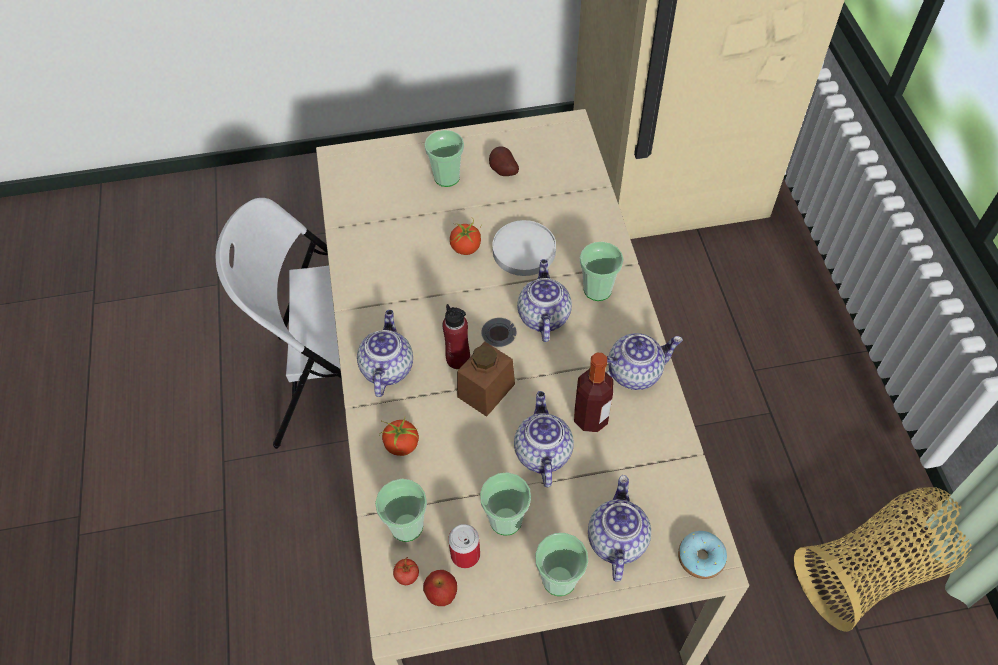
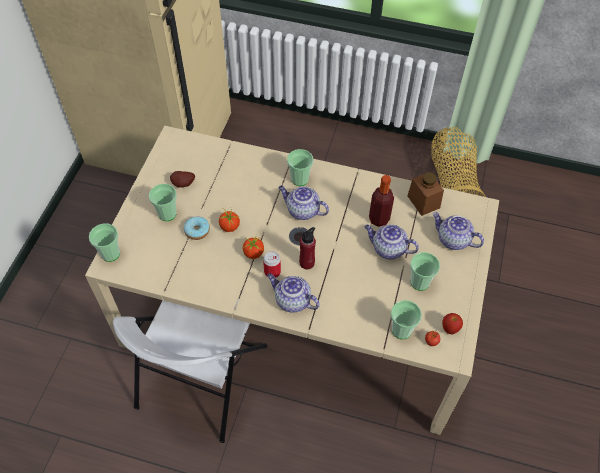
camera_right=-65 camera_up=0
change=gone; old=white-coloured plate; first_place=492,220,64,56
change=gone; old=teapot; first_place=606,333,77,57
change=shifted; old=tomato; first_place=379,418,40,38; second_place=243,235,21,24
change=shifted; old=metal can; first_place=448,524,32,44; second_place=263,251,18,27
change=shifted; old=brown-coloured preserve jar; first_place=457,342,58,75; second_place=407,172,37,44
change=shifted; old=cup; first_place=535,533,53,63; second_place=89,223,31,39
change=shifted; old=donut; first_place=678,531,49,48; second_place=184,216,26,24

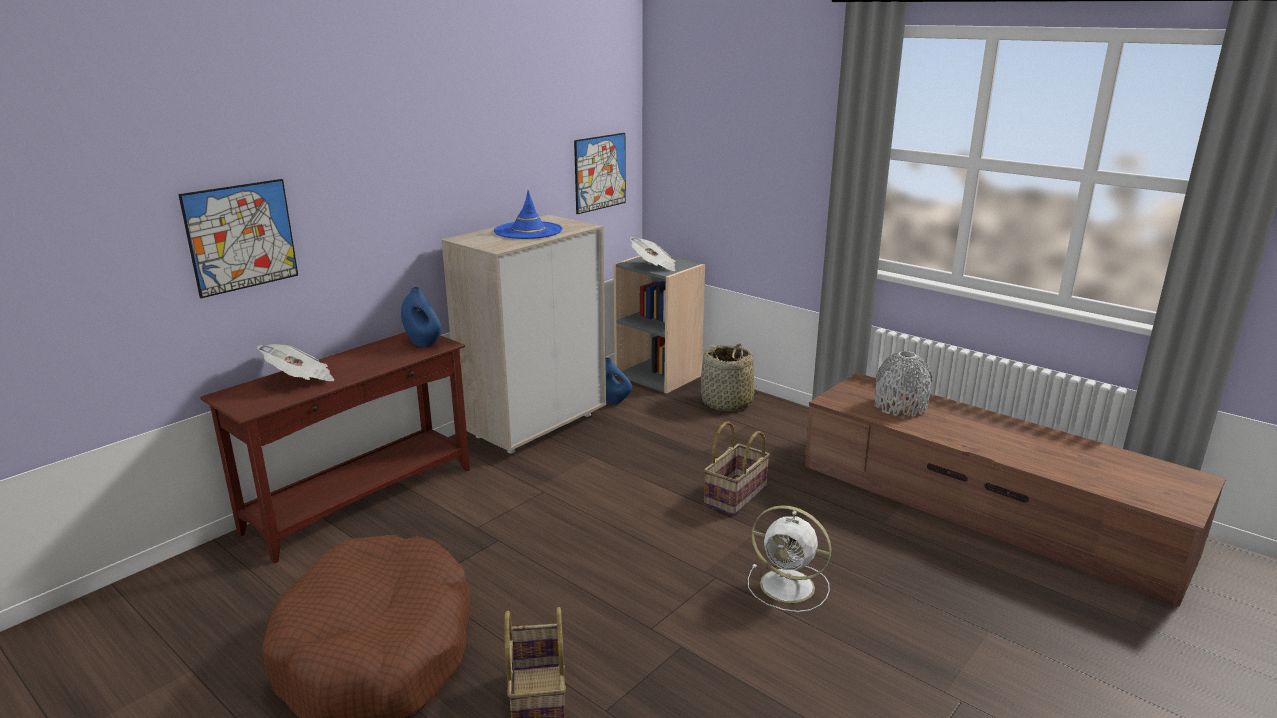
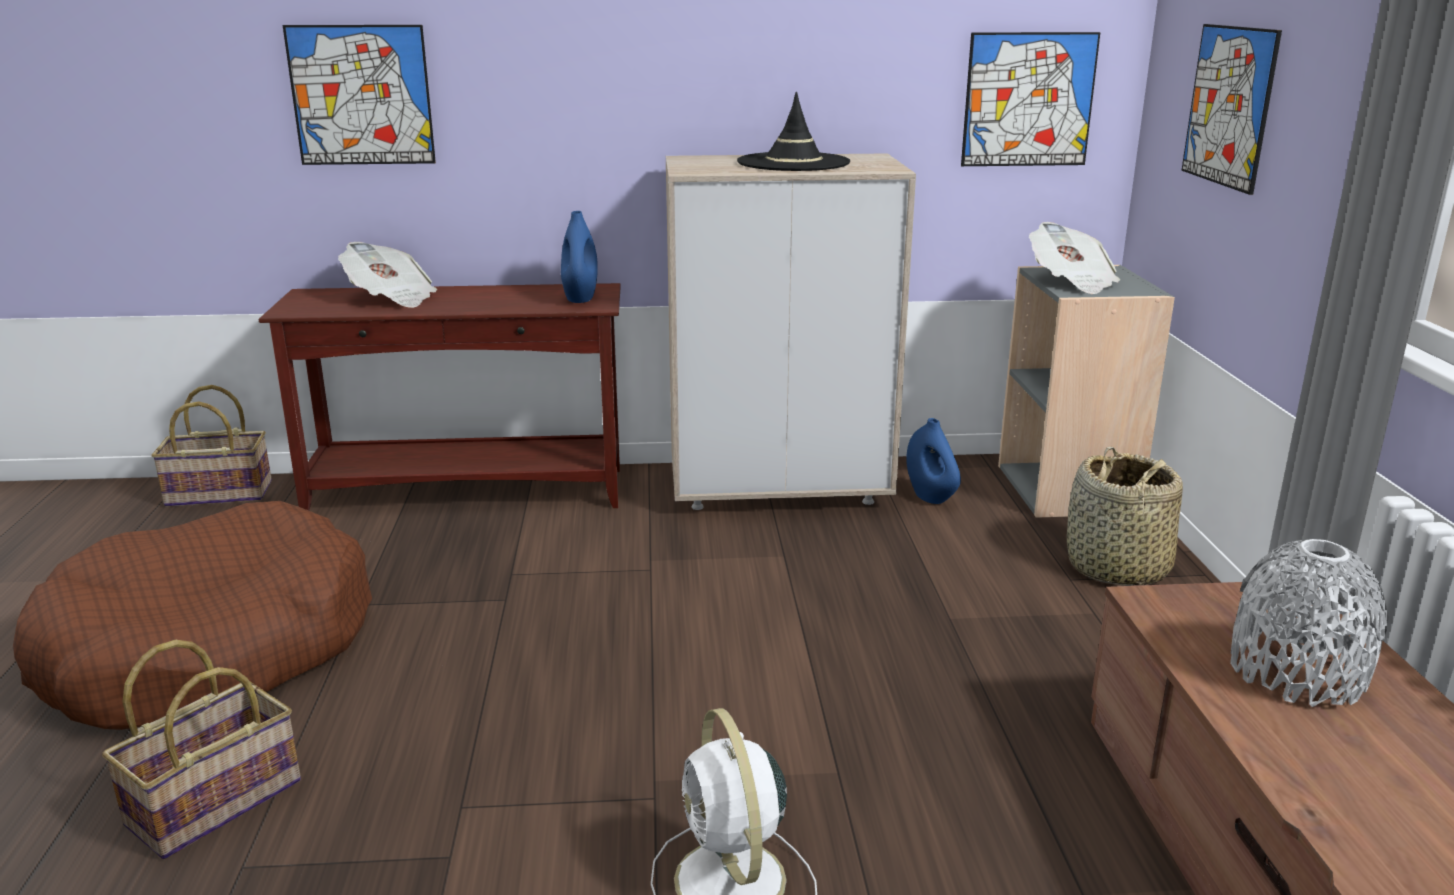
camera_right=45 camera_up=0
change=new; new=wall art; second_place=1181,24,101,171
change=shifted; old=household basket; first_place=704,422,66,93; second_place=152,385,120,122
change=repainted; old=blue wearable hat; new=black wearable hat; first_place=494,190,68,49; second_place=737,92,113,79

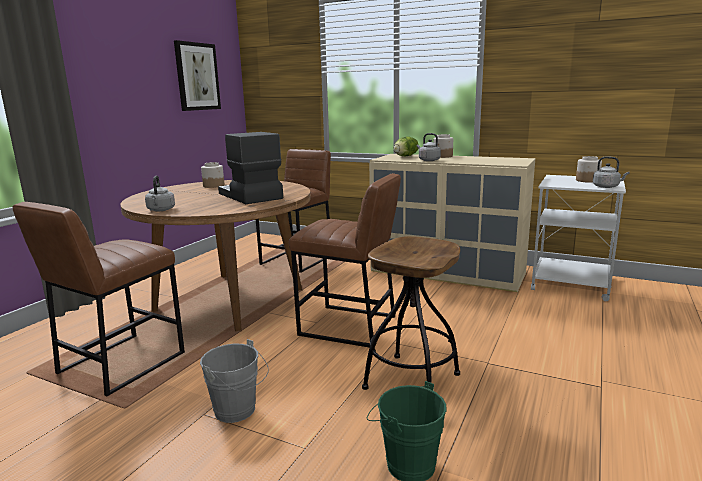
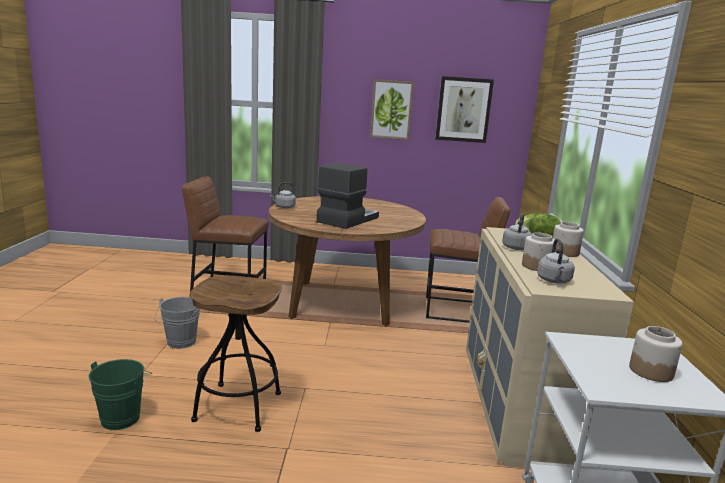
camera_right=65 camera_up=0
change=gone; old=brown-coloured chair; first_place=289,173,112,175
change=new; new=wall art; second_place=370,79,44,61
change=shifted; old=preserve jar; first_place=201,162,23,26; second_place=522,232,35,39
change=shifted; old=greyish tea kettle; first_place=593,156,37,32; second_place=537,239,38,45

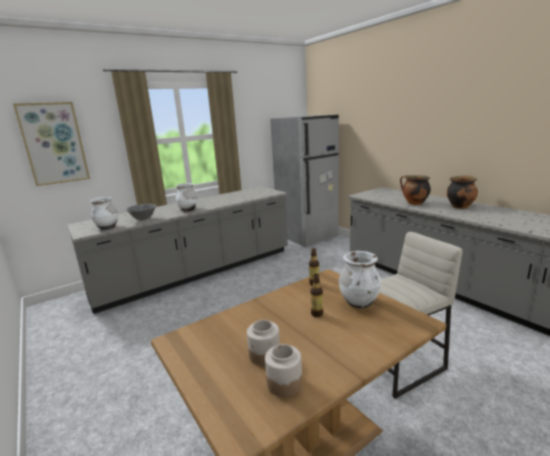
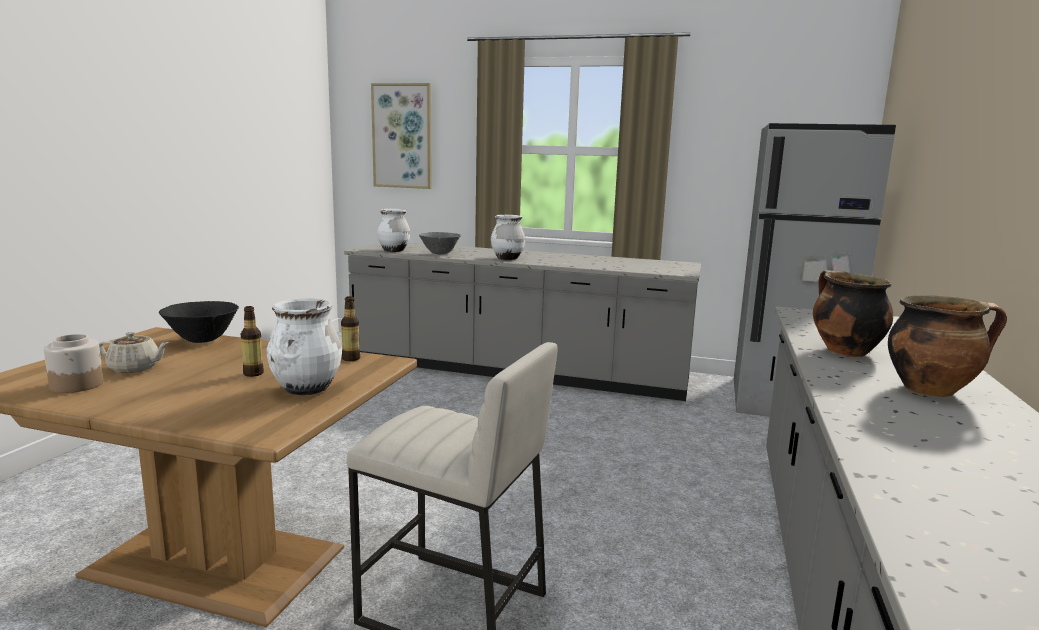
camera_right=50 camera_up=-5
change=new; new=black deep dish; second_place=159,301,80,42
change=swapped; old=preserve jar; new=sand-coloured teapot; first_place=247,320,33,46; second_place=99,332,71,41

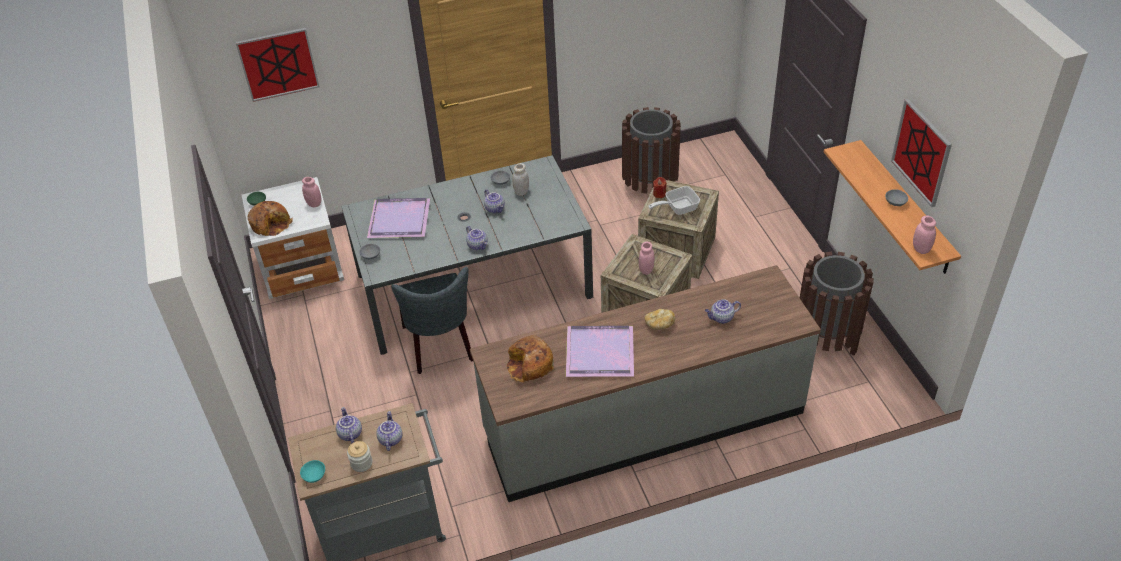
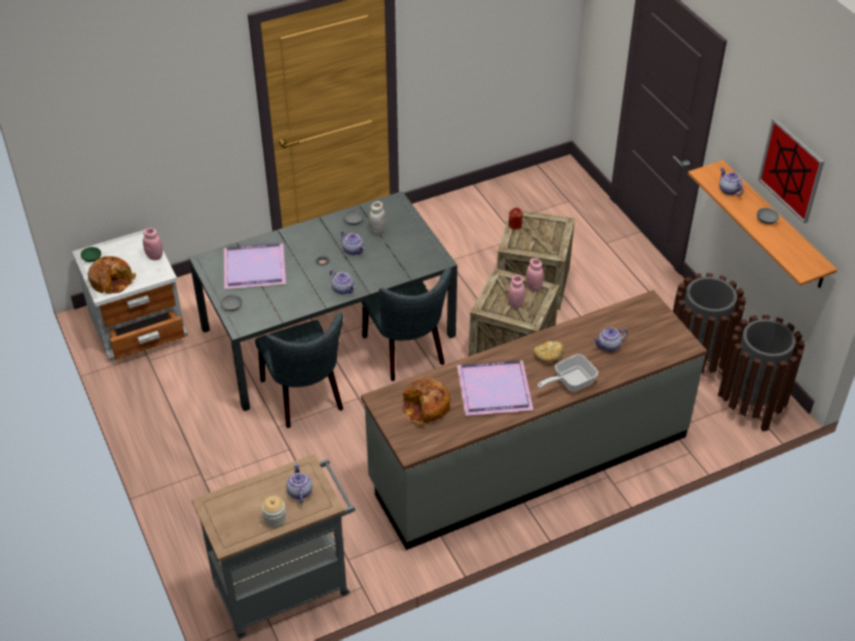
camera_right=-10 camera_up=0
change=gone; old=wall art; first_place=236,28,84,74
change=gone; old=turquoise-coloured deep dish; first_place=300,460,25,23
change=new; new=greyish chair; second_place=362,266,90,115
change=shifted; old=teapot; first_place=336,407,26,37; second_place=719,167,25,28
change=shifted; old=brown-coloured trash can; first_place=622,107,59,87; second_place=718,315,87,117
change=shifted; old=skillet; first_place=648,186,52,29; second_place=538,354,60,38
change=shifted; old=pink-coloured preserve jar; first_place=913,216,23,38; second_place=526,258,18,34

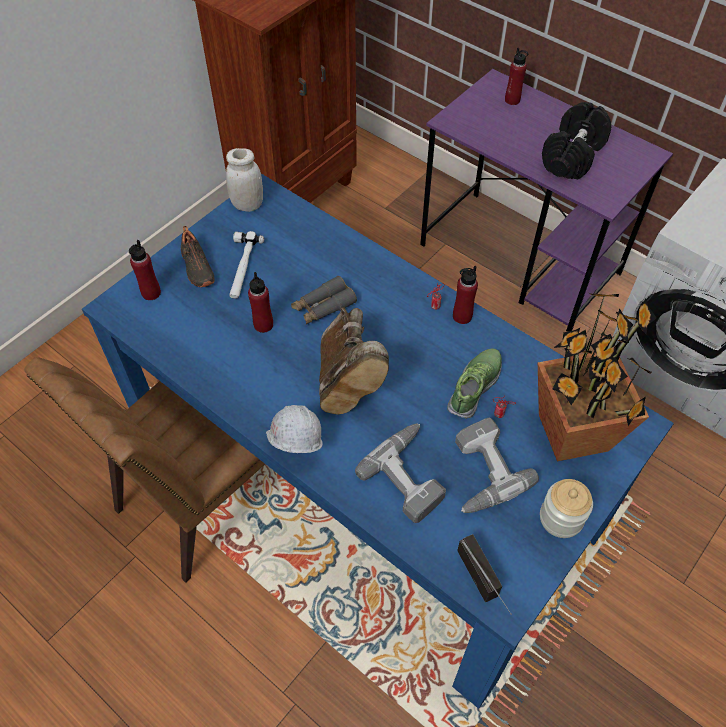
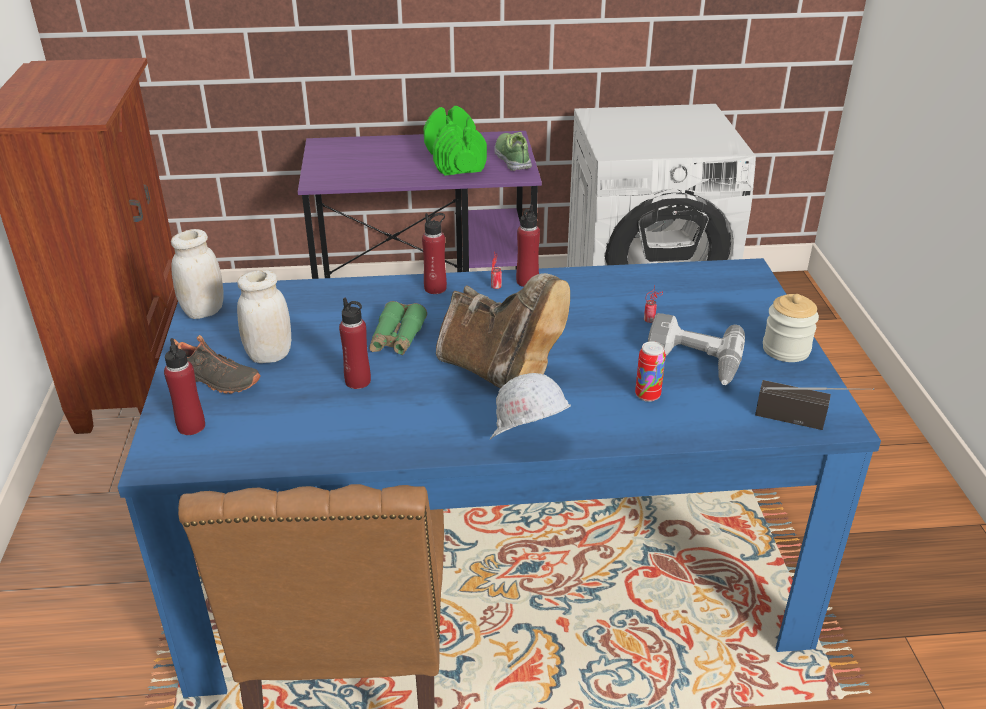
camera_right=-45 camera_up=-20
change=gone; old=plant in a pot; first_place=538,293,118,168
change=shifted; old=low shoe; first_place=447,348,55,71; second_place=494,132,38,39
change=shifted; old=reddish bottle; first_place=505,47,23,58; second_place=422,213,25,81
change=swapped; old=hammer; new=white-coloured preserve jar; first_place=229,231,35,68; second_place=237,270,54,93
change=swapped; old=power drill; new=metal can; first_place=355,424,91,99; second_place=635,341,31,61
change=repainted; old=greyish binoculars; new=green binoculars; first_place=291,276,66,48; second_place=369,301,58,54
change=repainted; old=black dumbbell; new=green dumbbell; first_place=542,102,69,78; second_place=423,106,64,69

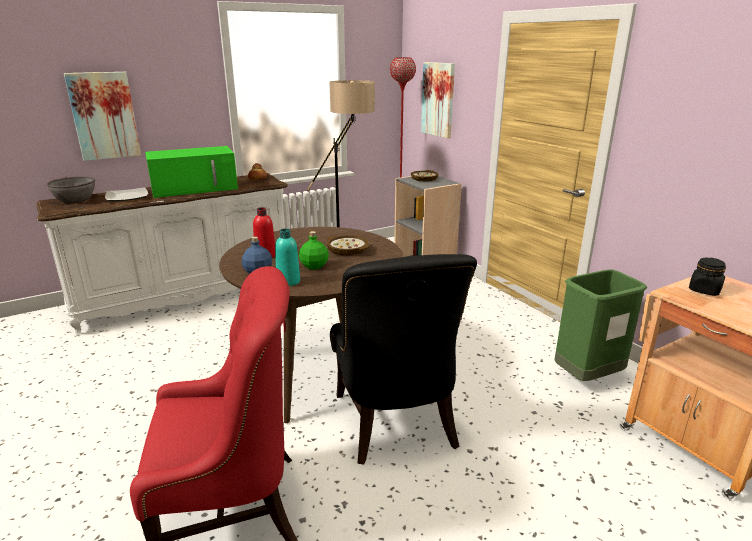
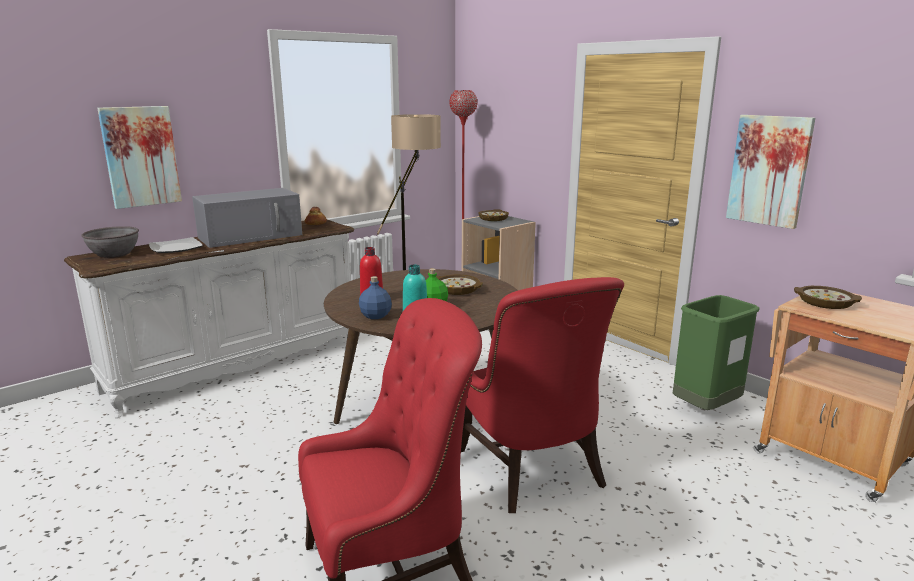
camera_right=-10 camera_up=-5
change=shifted; old=wall art; first_place=421,62,34,77; second_place=726,115,89,114
change=swapped; old=black preserve jar; new=deep dish; first_place=689,258,37,38; second_place=794,286,68,23
change=repainted; old=green microwave; new=greyish microwave; first_place=145,146,93,52; second_place=192,188,110,60
change=repainted; old=black chair; new=reddish chair; first_place=330,254,147,211; second_place=461,277,163,236

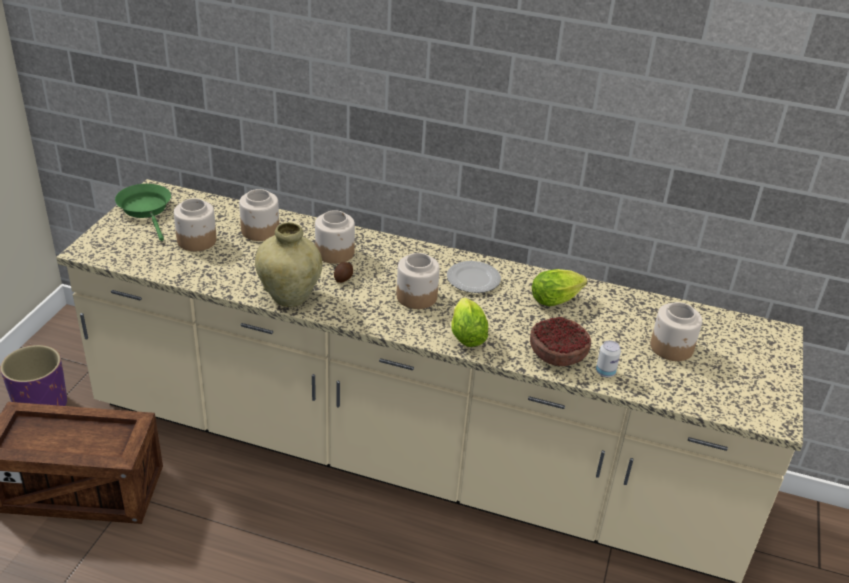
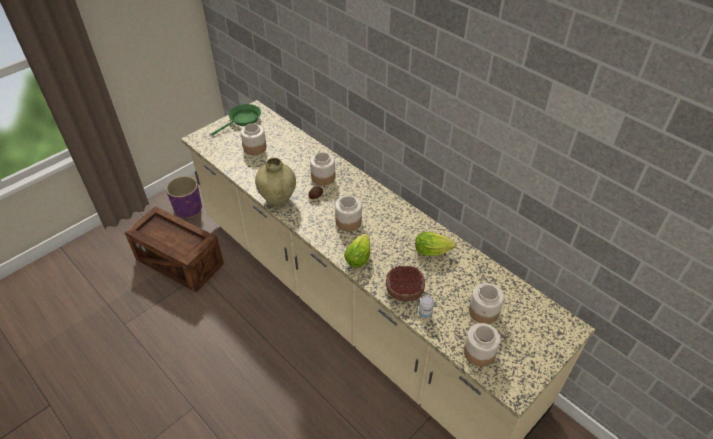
camera_right=30 camera_up=10
change=gone; old=plate; first_place=447,261,54,32
change=shifted; old=preserve jar; first_place=239,189,40,52; second_place=464,323,37,44
change=rotated; old=green skillet; first_place=115,184,56,57; second_place=211,104,50,32; degrees=45

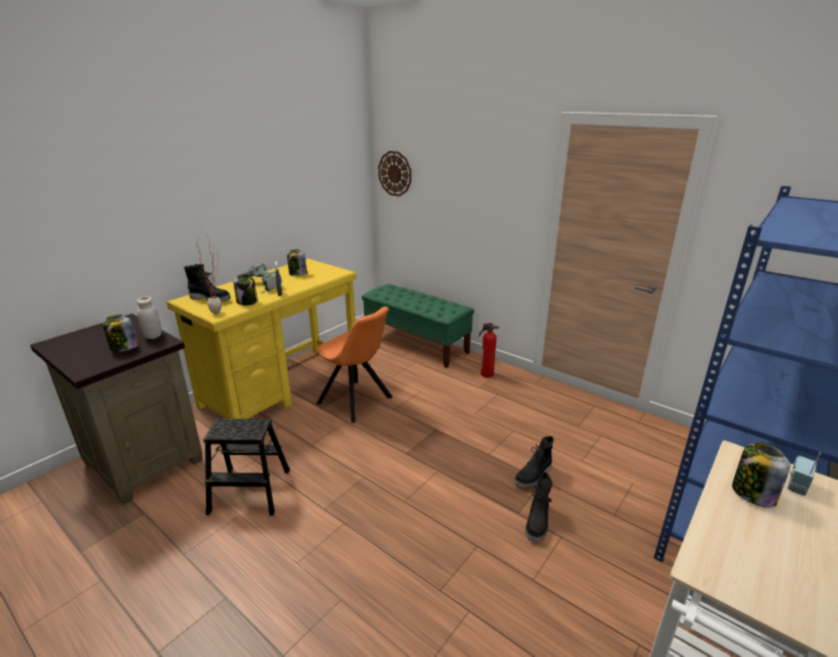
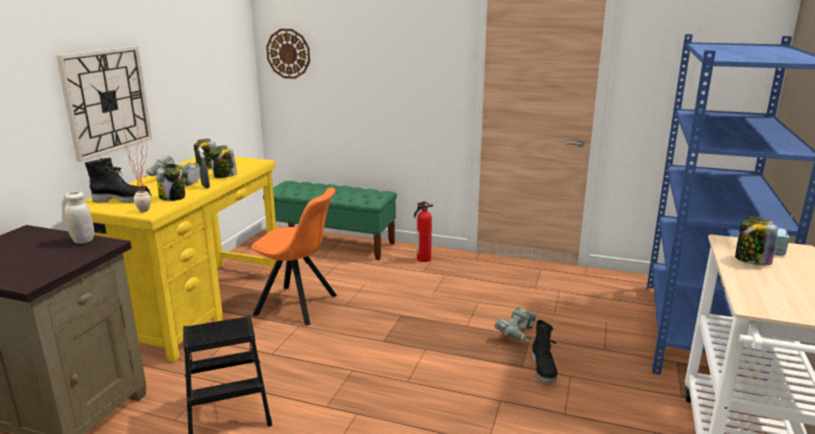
camera_right=-20 camera_up=-5
change=new; new=hanging clock; second_place=56,46,96,116
change=shifted; old=preserve jar; first_place=102,315,36,37; second_place=210,145,27,33
change=swapped; old=black boot; new=power drill; first_place=514,436,40,52; second_place=495,307,41,35

